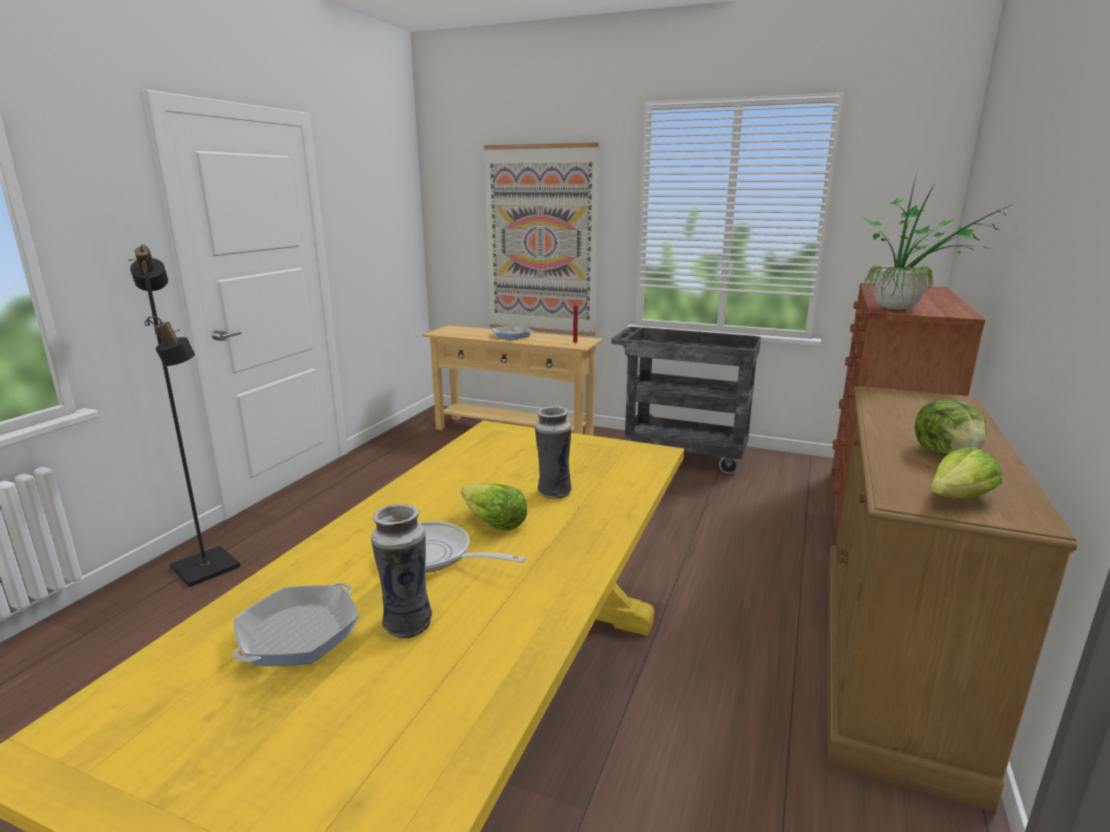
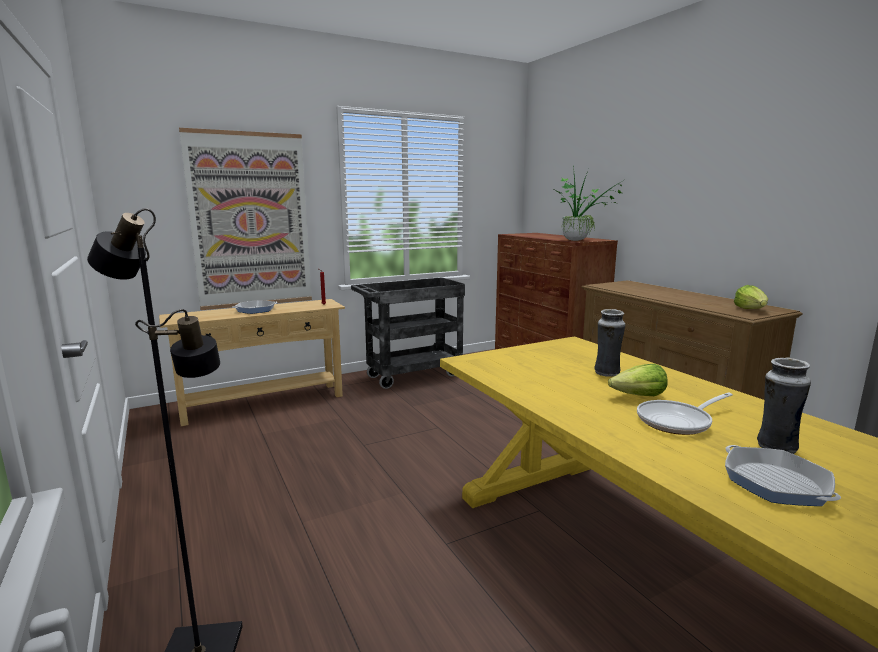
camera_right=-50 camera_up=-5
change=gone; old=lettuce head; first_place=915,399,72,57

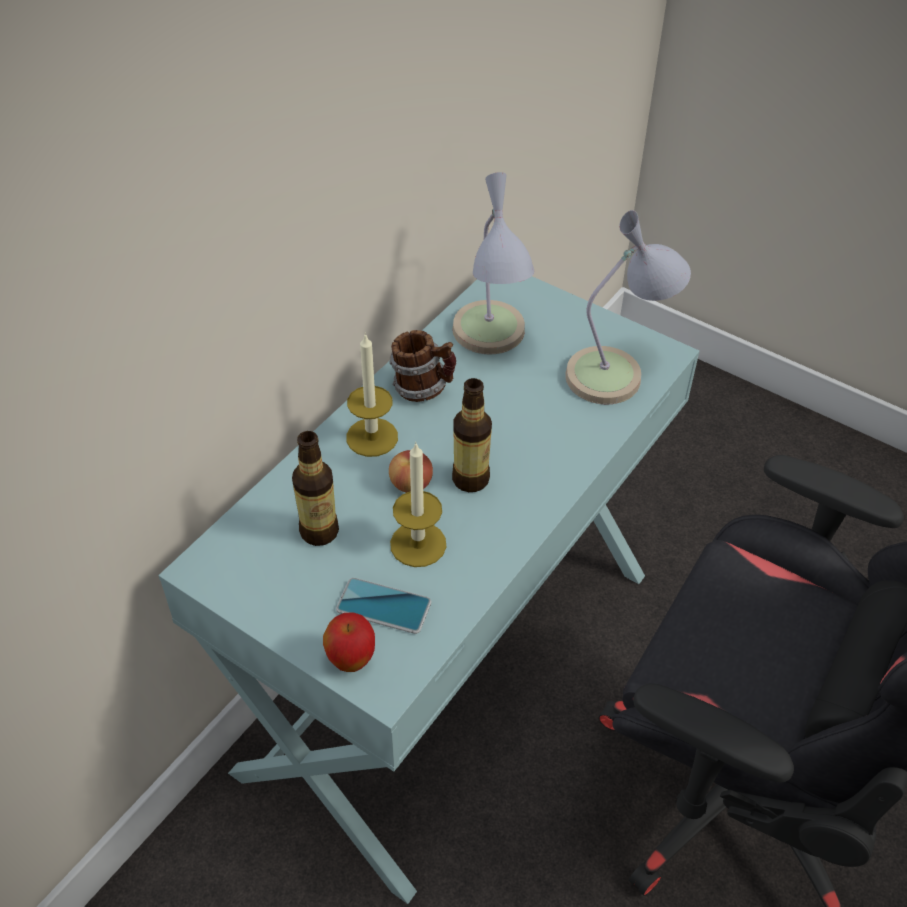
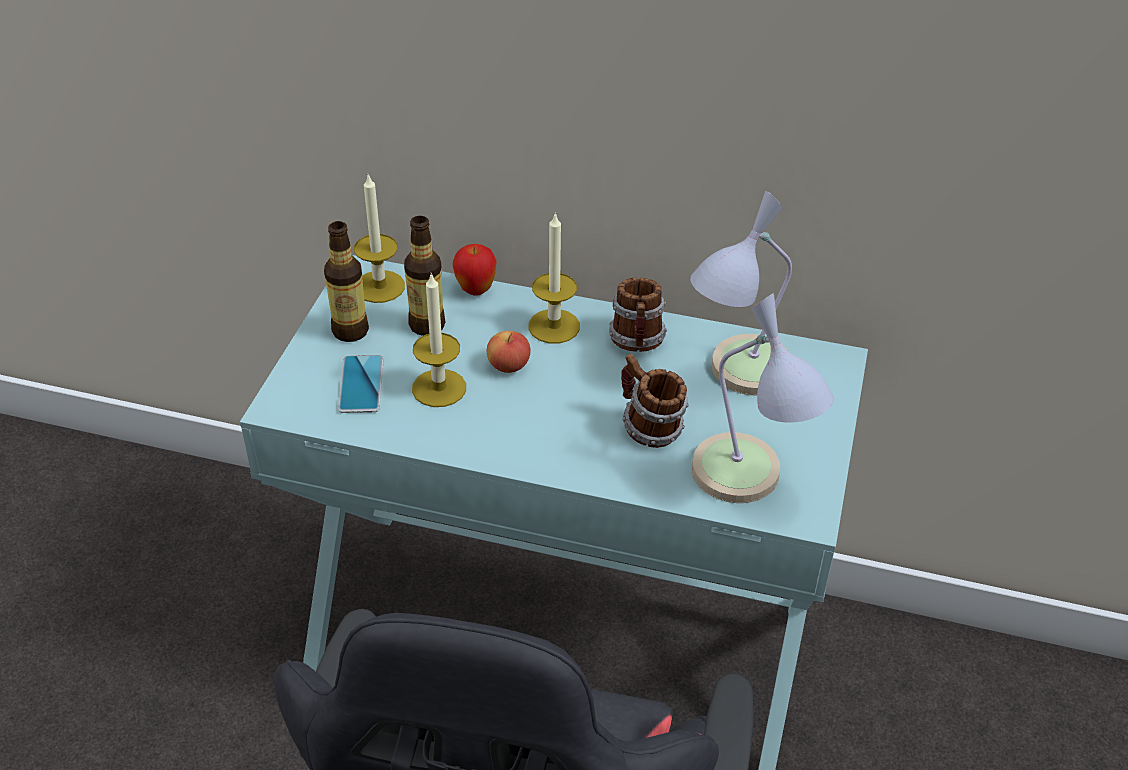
camera_right=70 camera_up=-5
change=new; new=wax candle; second_place=354,174,51,129
change=new; new=tea mug; second_place=621,354,68,94
change=shifted; old=apple; first_place=323,612,52,60; second_place=453,244,44,52
change=shifted; old=bottle; first_place=452,378,40,114; second_place=324,221,45,121

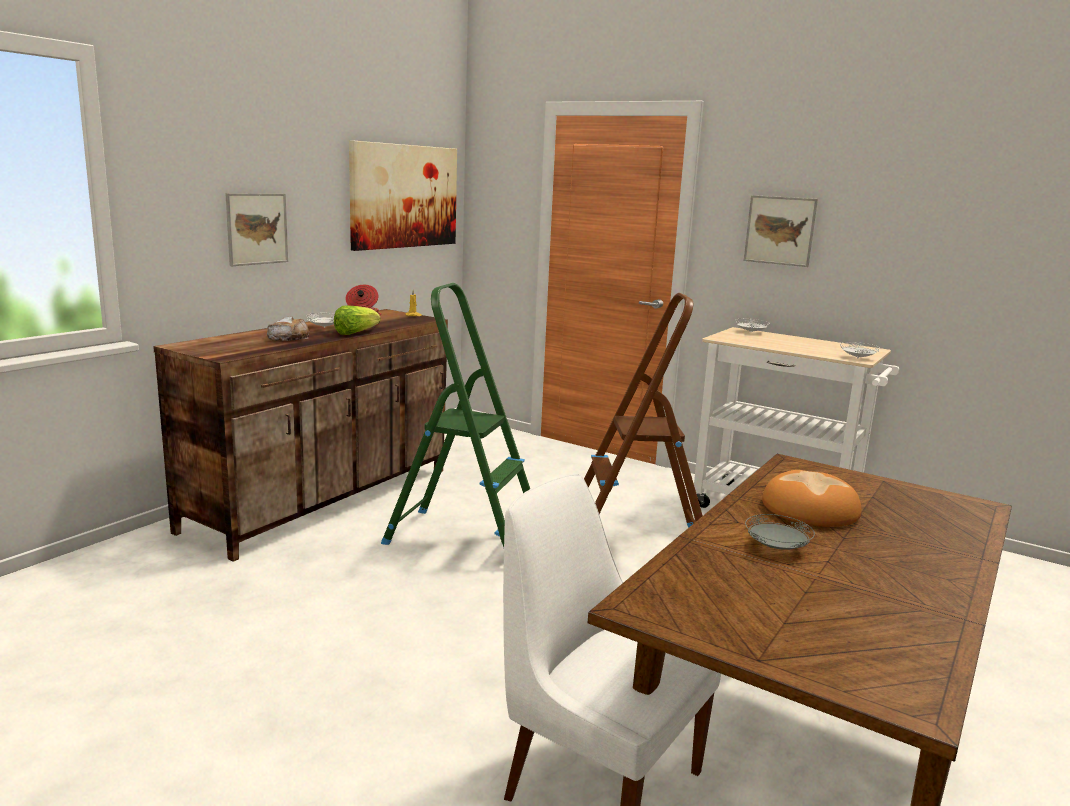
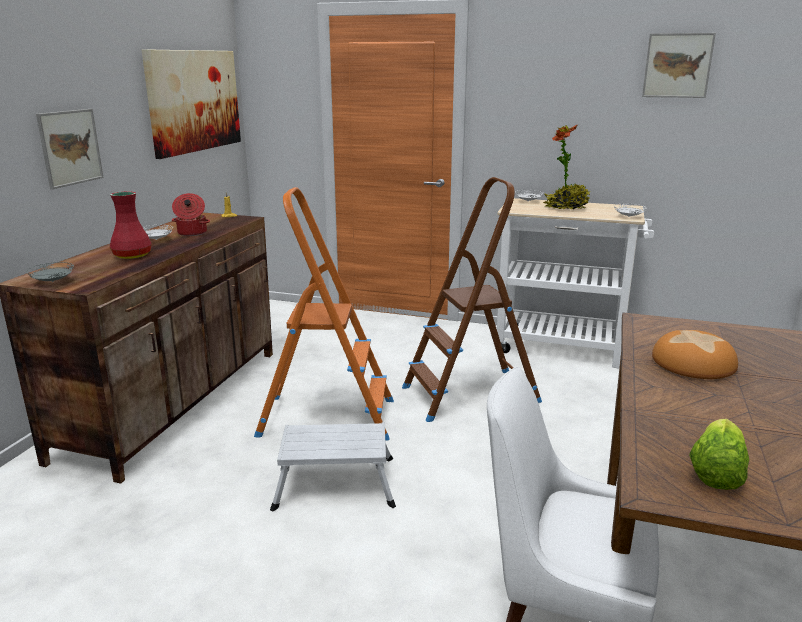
camera_right=-15 camera_up=5
change=new; new=white-coloured stepladder; second_place=270,423,126,89
change=new; new=plant in a pot; second_place=543,124,47,86
change=shifted; old=lettuce head; first_place=334,306,47,29; second_place=689,419,60,71
change=shifted; old=wall art; first_place=744,195,74,72; second_place=642,33,74,65
change=shifted; old=greyish plate; first_place=745,514,70,36; second_place=26,262,48,20
change=swapped; old=bread; new=reddish vase; first_place=267,317,42,24; second_place=110,192,42,67
change=repainted; old=green stepladder; new=orange stepladder; first_place=381,283,149,264; second_place=254,187,140,254

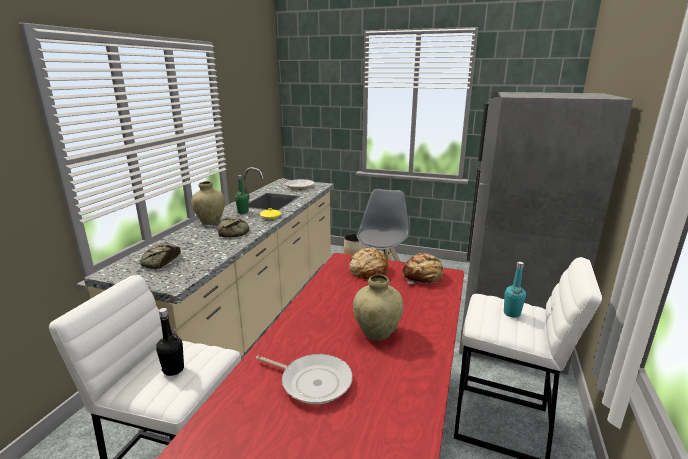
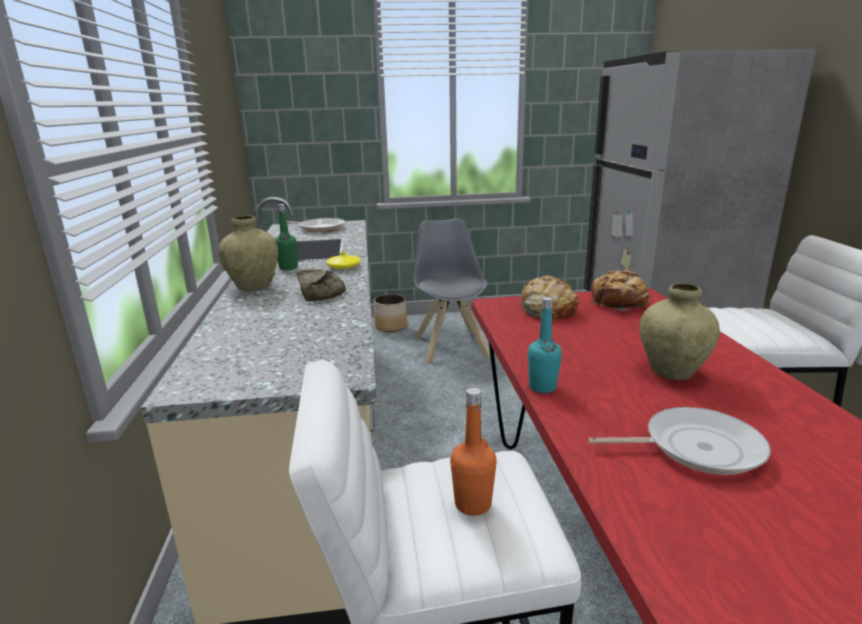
camera_right=-25 camera_up=0
change=gone; old=bread; first_place=140,243,41,26
change=shifted; old=turquoise-coloured bottle; first_place=504,262,22,56; second_place=528,297,34,96
change=repainted; old=black bottle; new=orange bottle; first_place=156,308,28,68; second_place=450,387,47,129

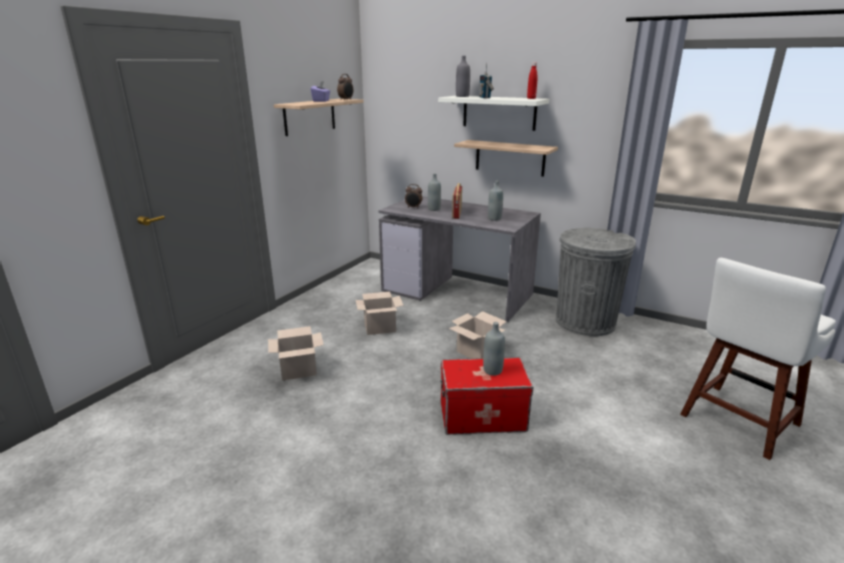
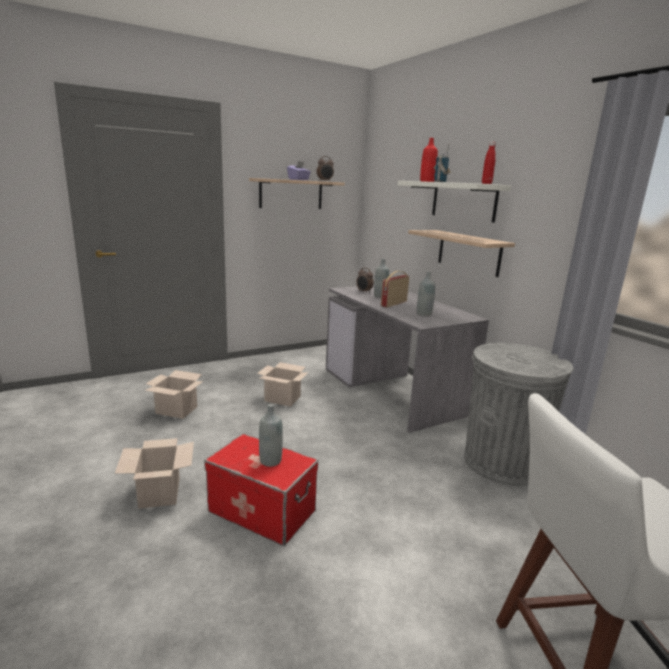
camera_right=30 camera_up=-5
change=shifted; old=cardboard box; first_place=449,311,58,48; second_place=115,438,79,71
change=repainted; old=greyish bottle; new=reddish bottle; first_place=456,56,14,41; second_place=420,138,18,44

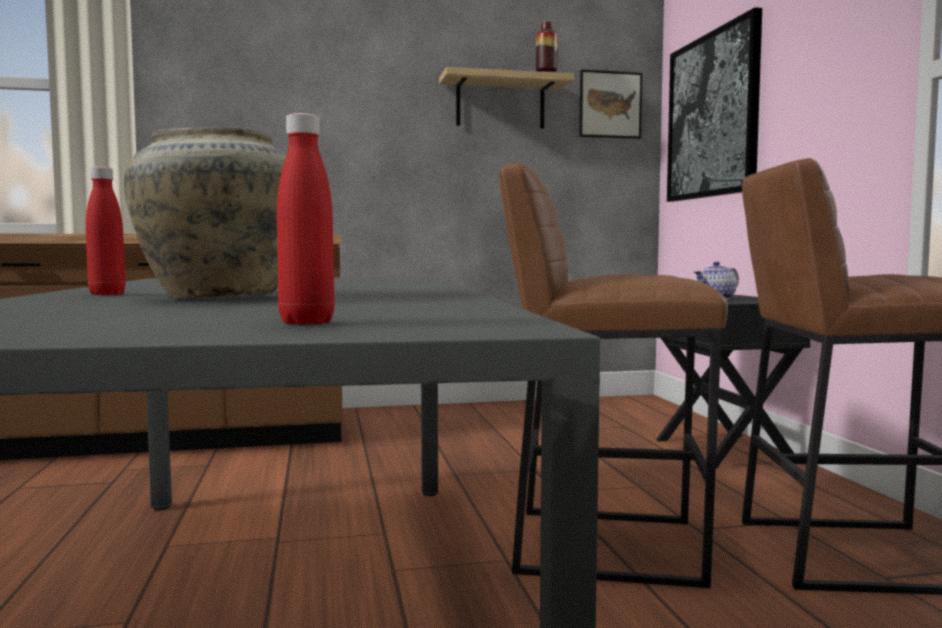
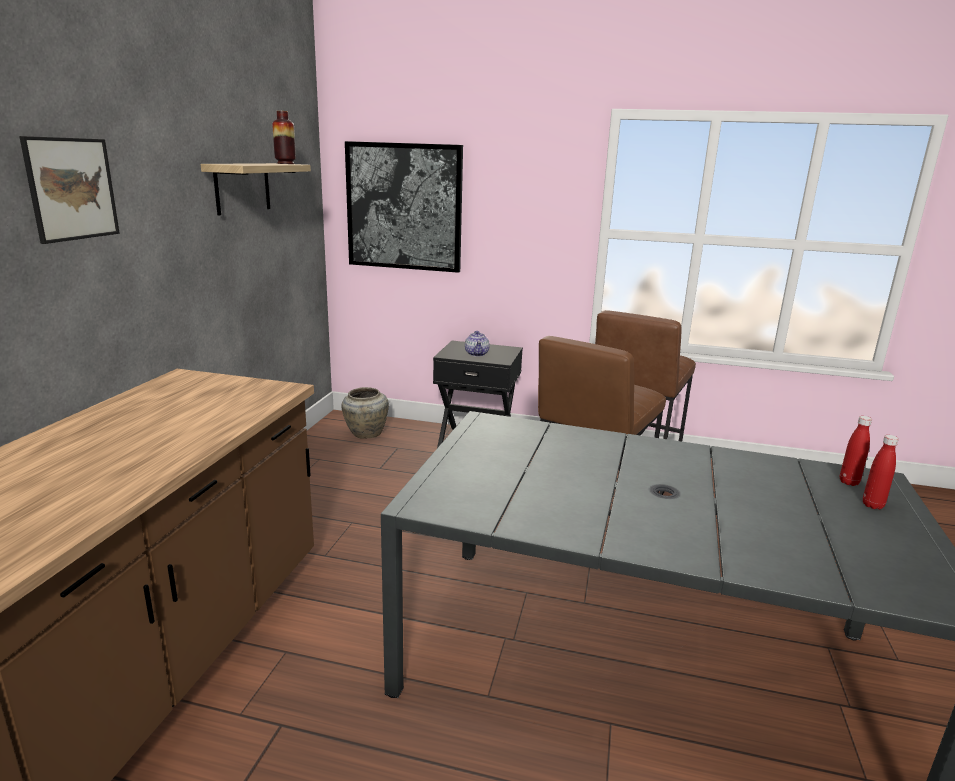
camera_right=-65 camera_up=15
change=shifted; old=reddish bottle; first_place=86,167,40,128; second_place=840,416,32,70
change=shifted; old=sand-coloured vase; first_place=124,127,163,171; second_place=342,387,47,52
change=shifted; old=wall art; first_place=579,69,64,70; second_place=19,136,101,108

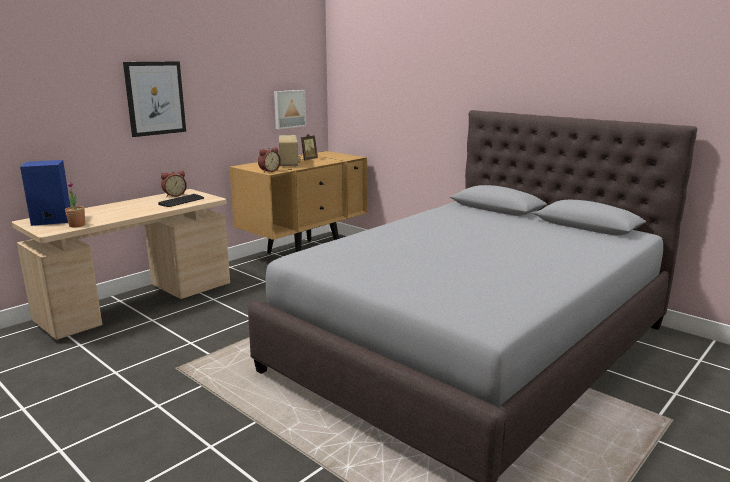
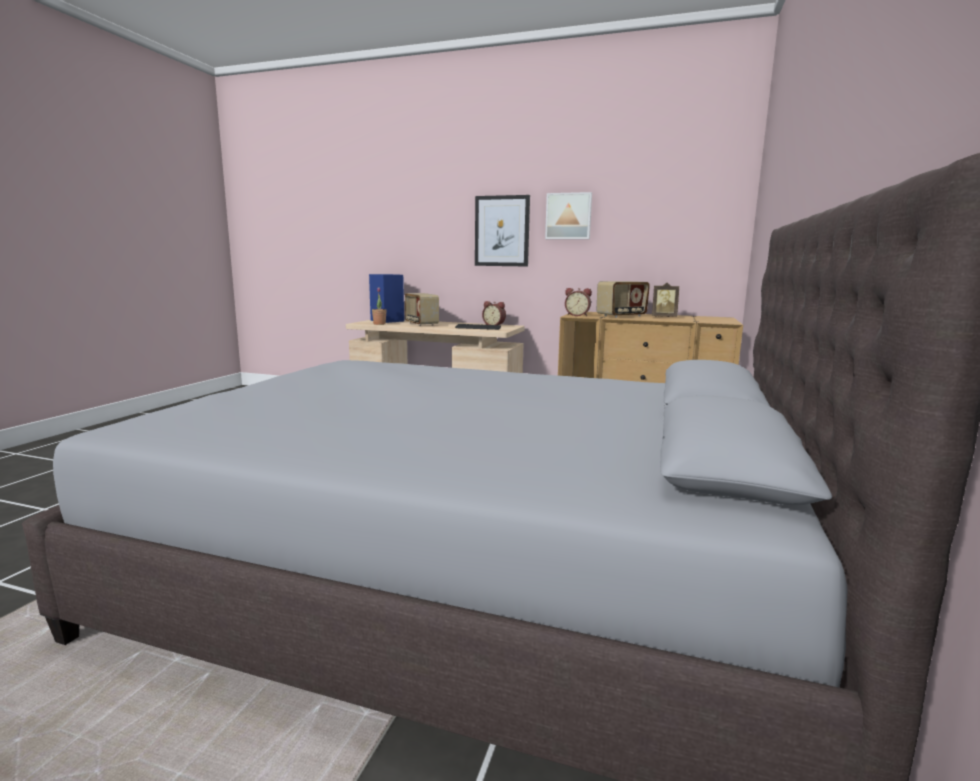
camera_right=65 camera_up=-5
change=new; new=radio; second_place=405,293,34,33
change=shifted; old=wall art; first_place=274,90,32,39; second_place=545,192,47,47

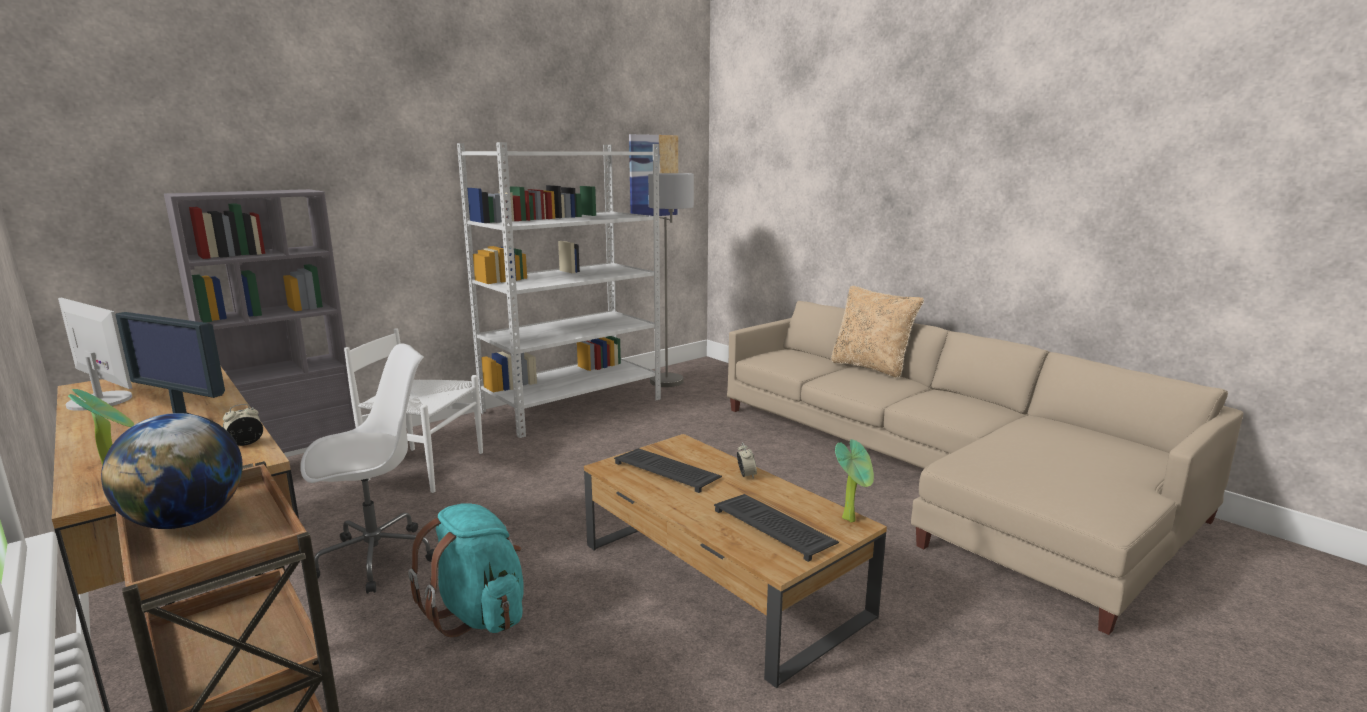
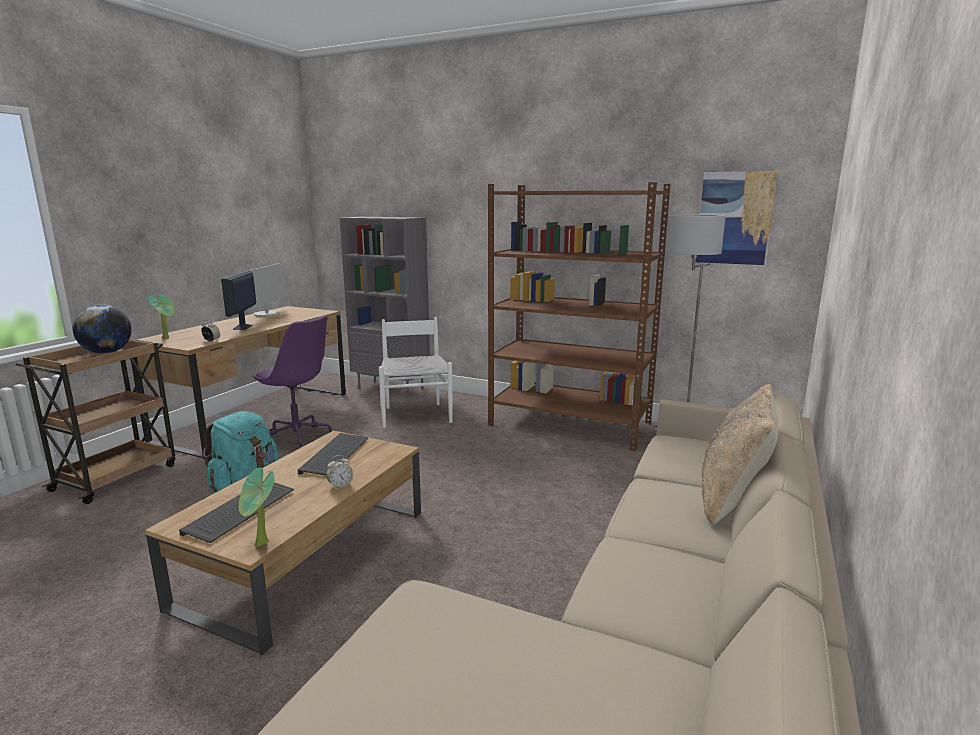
camera_right=65 camera_up=0
change=repainted; old=white-coloured computer chair; new=purple-coloured computer chair; first_place=300,344,135,250; second_place=251,315,81,134
change=repainted; old=white-coloured bookshelf; new=brown-coloured bookshelf; first_place=457,142,204,296; second_place=488,182,182,269

